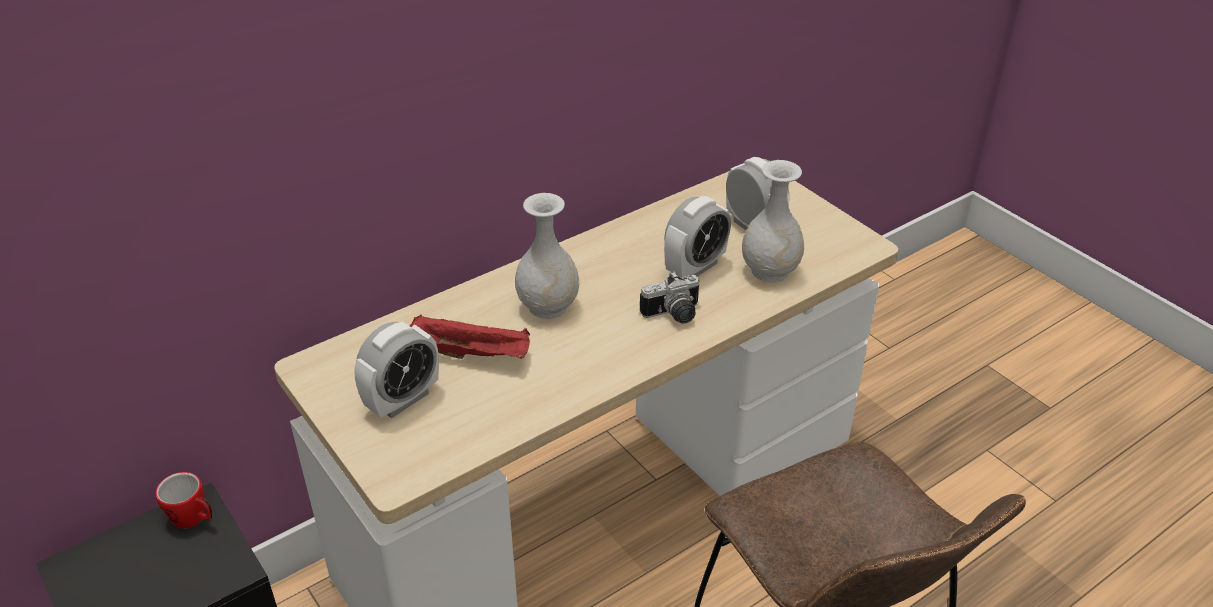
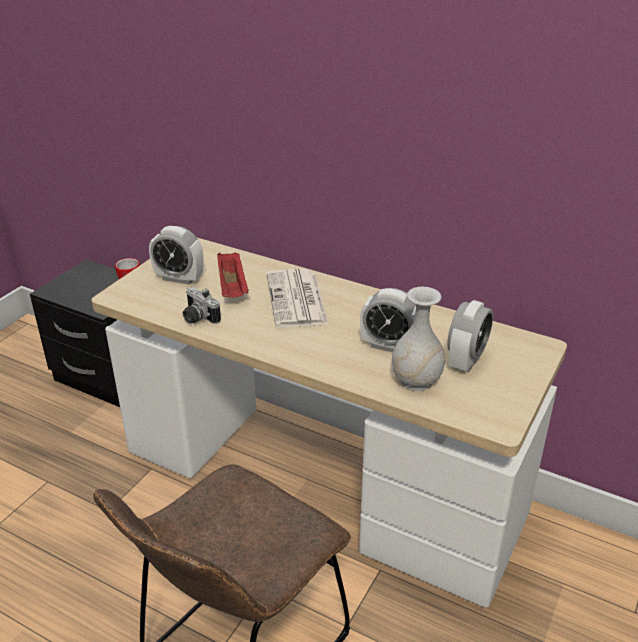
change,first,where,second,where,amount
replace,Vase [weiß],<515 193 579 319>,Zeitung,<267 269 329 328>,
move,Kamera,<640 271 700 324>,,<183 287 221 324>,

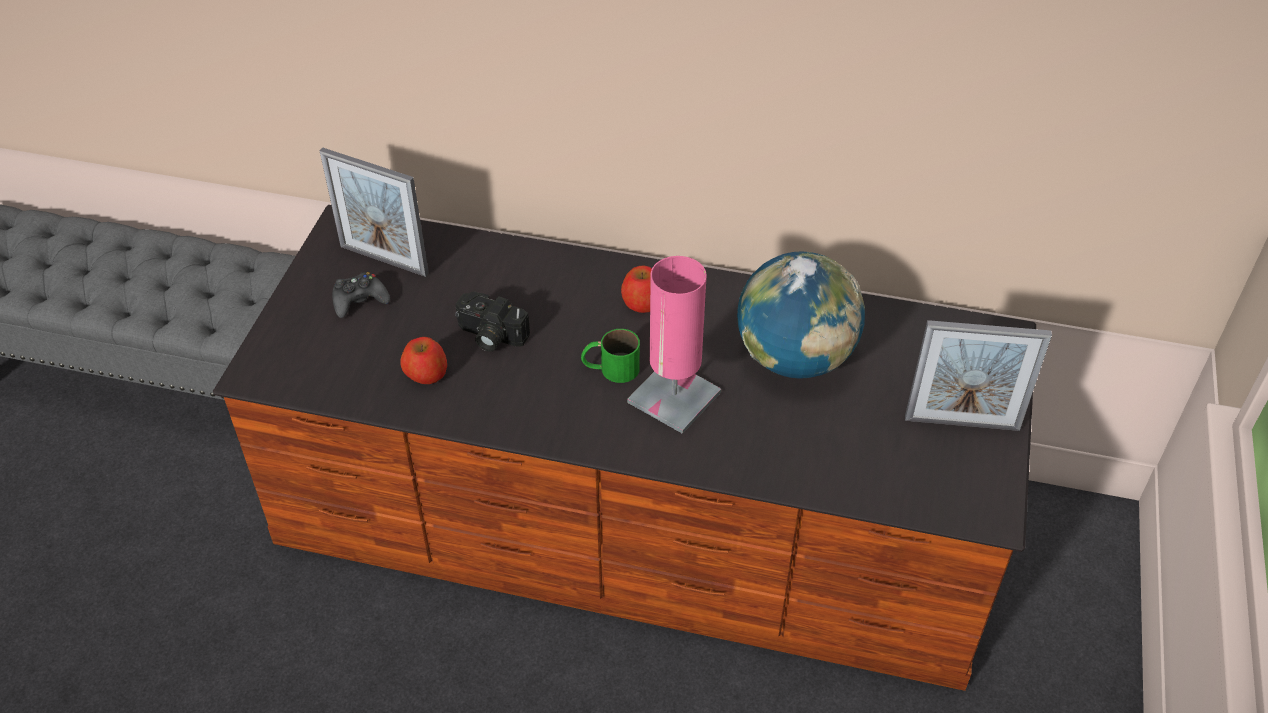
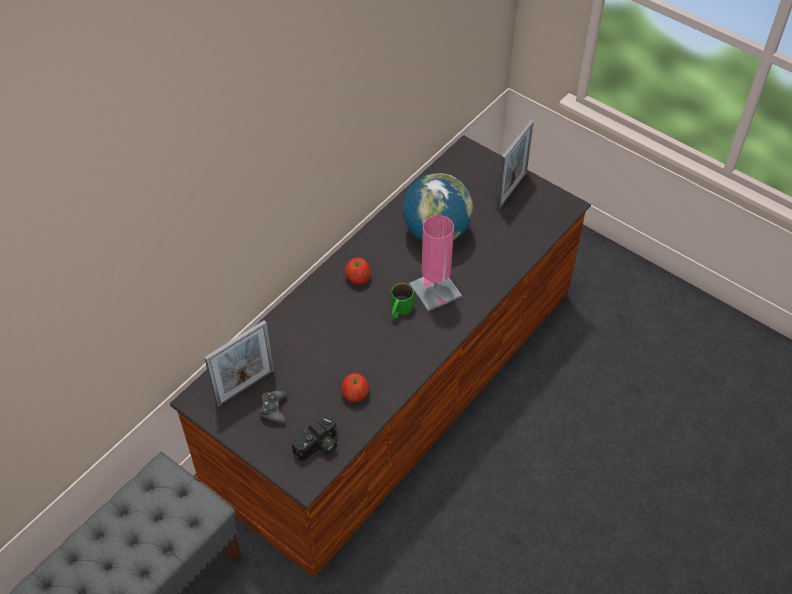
change,first,where,second,where,amount
move,Kamera,<455 291 530 352>,,<292 415 338 461>,

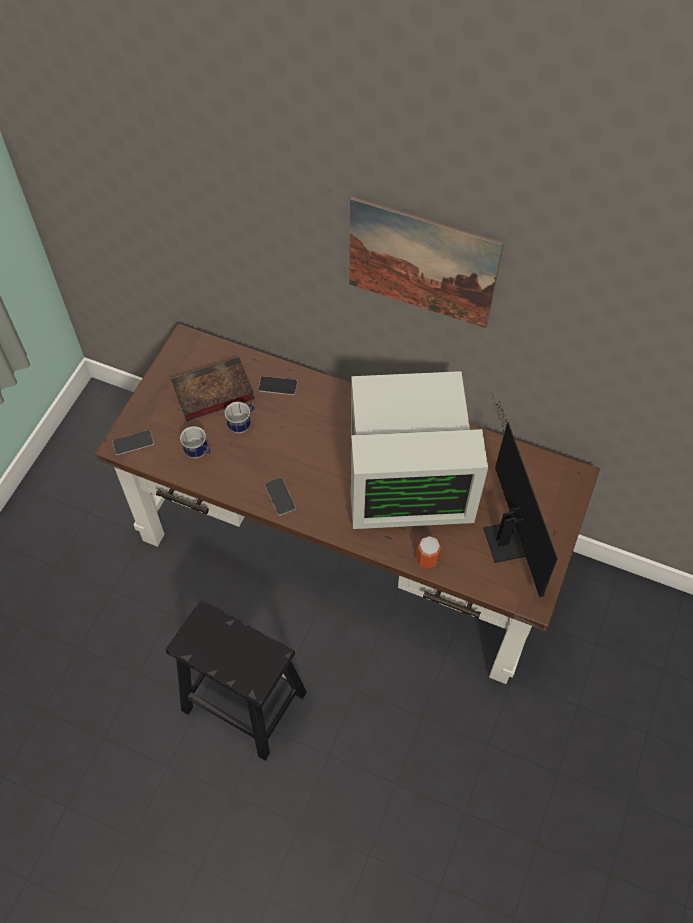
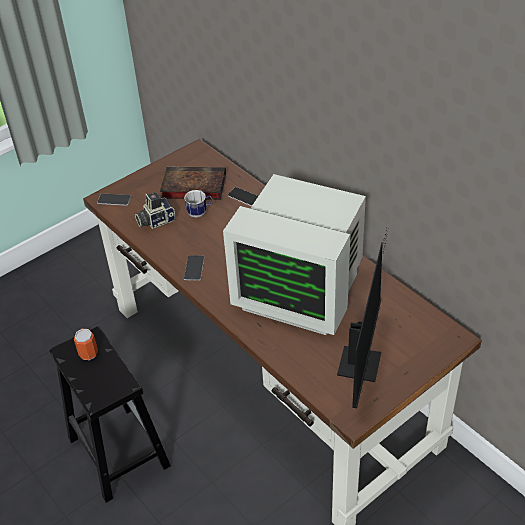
change,first,where,second,where,amount
delete,Bild,<349 196 504 328>,,,
replace,Henkelbecher,<180 426 210 458>,Kamera,<135 192 175 229>,
move,Dose,<416 536 441 569>,,<74 329 98 360>,

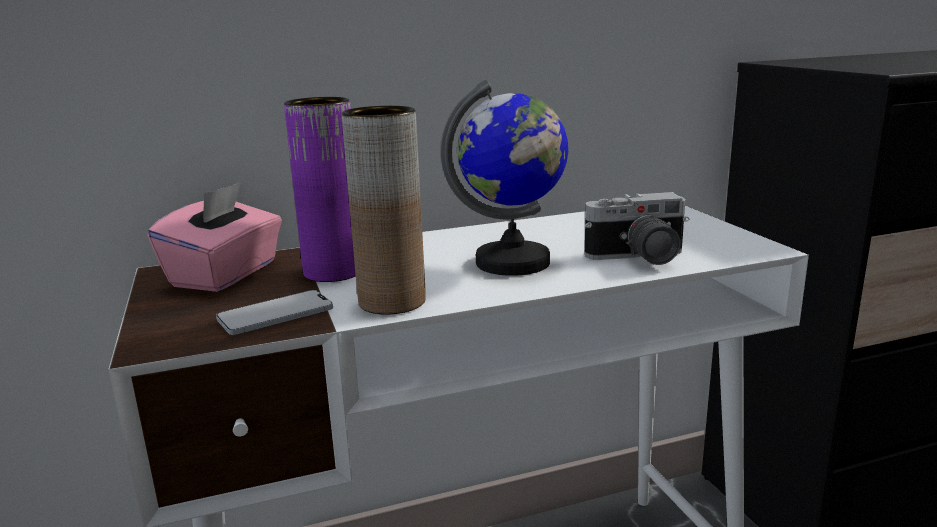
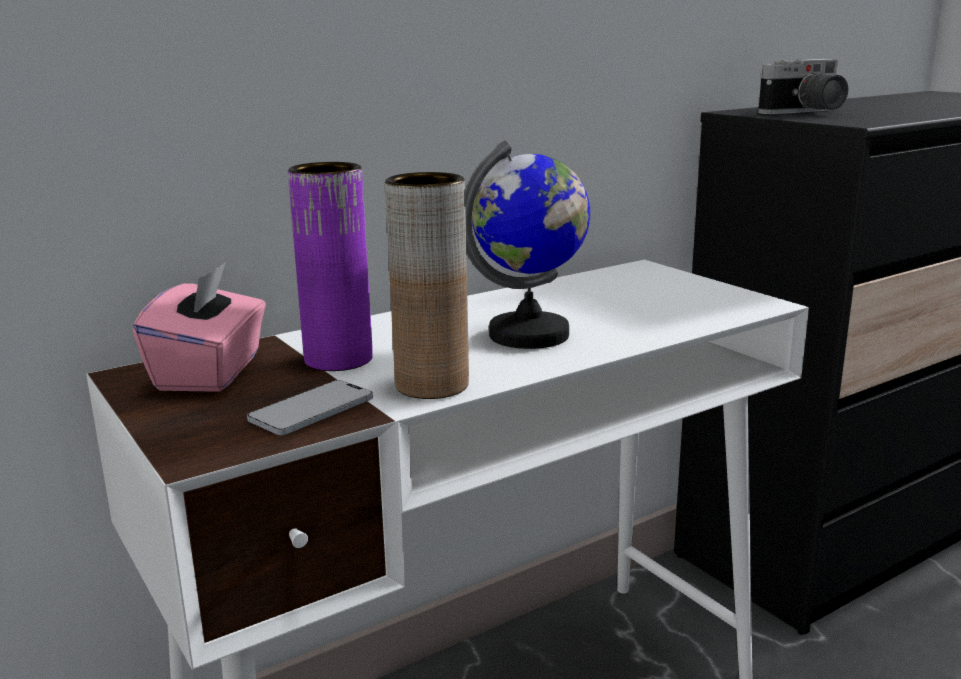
change,first,where,second,where,amount
move,Kamera,<585 192 689 265>,,<758 59 848 114>,

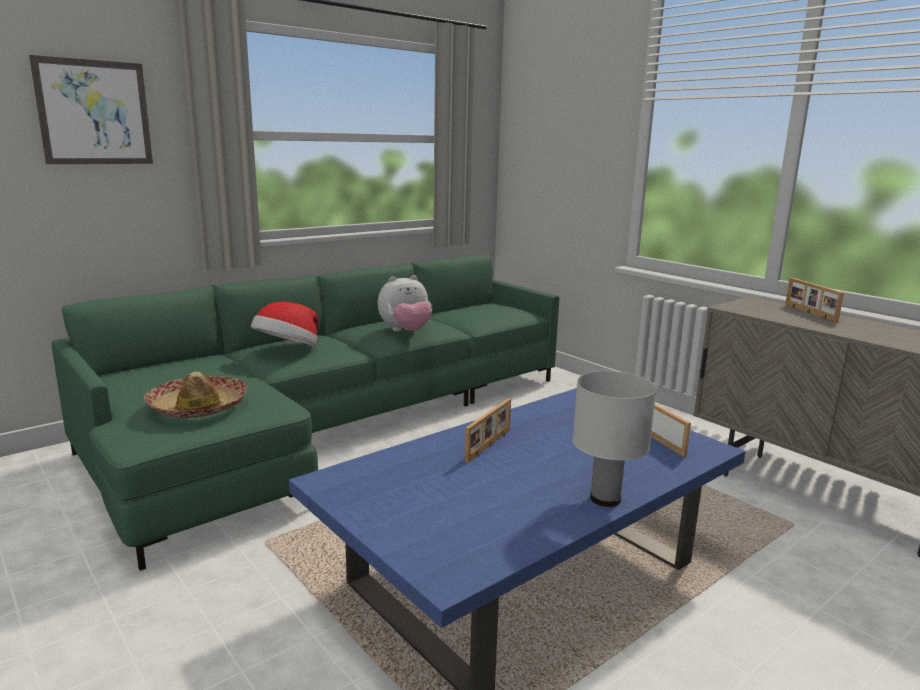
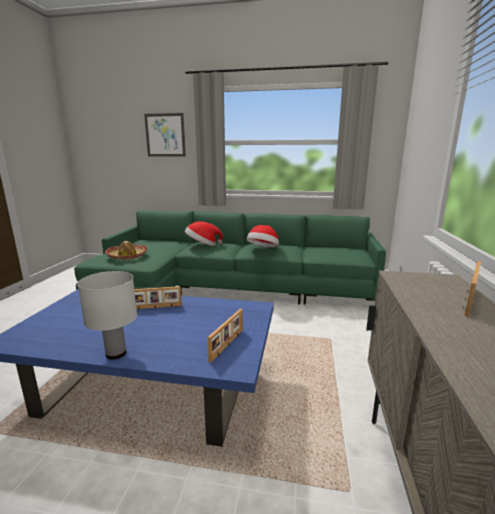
change,first,where,second,where,amount
replace,Plüschtier,<378 275 432 331>,Hut,<247 225 279 247>,

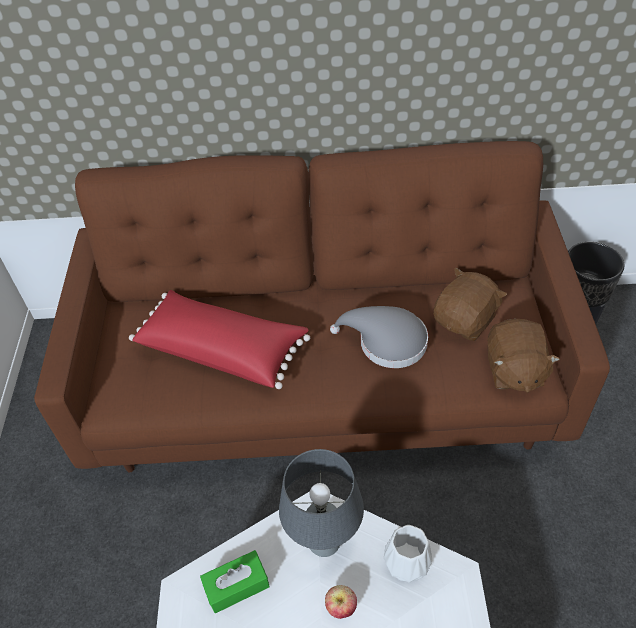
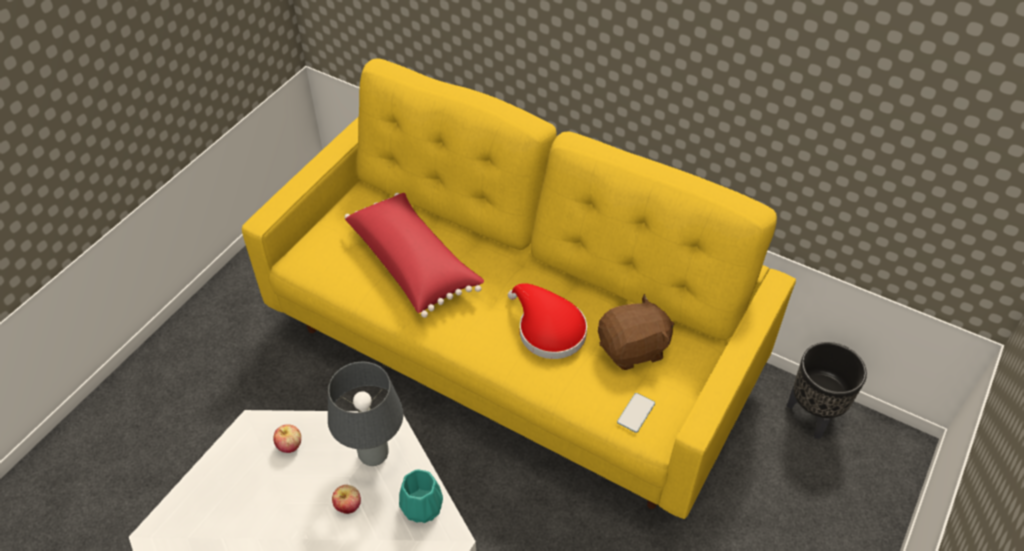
change,first,where,second,where,amount
recolor,Sofa [braun],<34 141 610 472>,Sofa [gelb],<242 58 796 519>,
recolor,Hut [grau],<330 306 428 368>,Hut [rot],<508 283 587 359>,
replace,Plüschtier [braun],<488 319 560 393>,Handy,<617 393 655 433>,
recolor,Vase [weiß],<384 525 432 582>,Vase [türkis],<399 470 443 523>,
replace,Taschentuchbox [grün],<200 550 270 613>,Apfel,<274 424 301 453>,

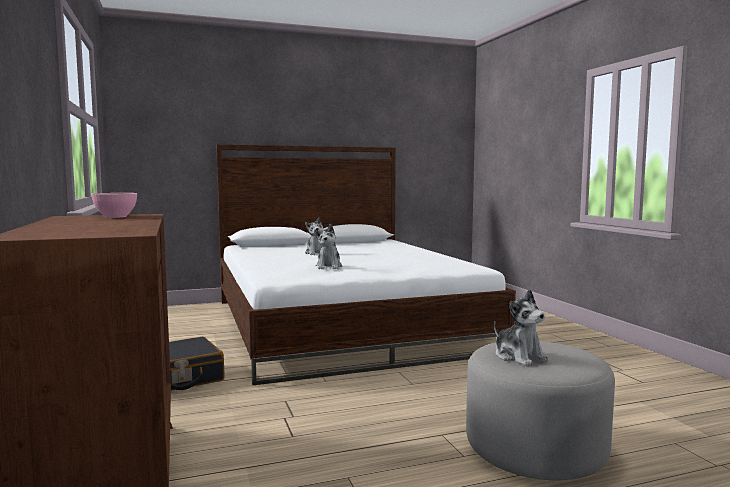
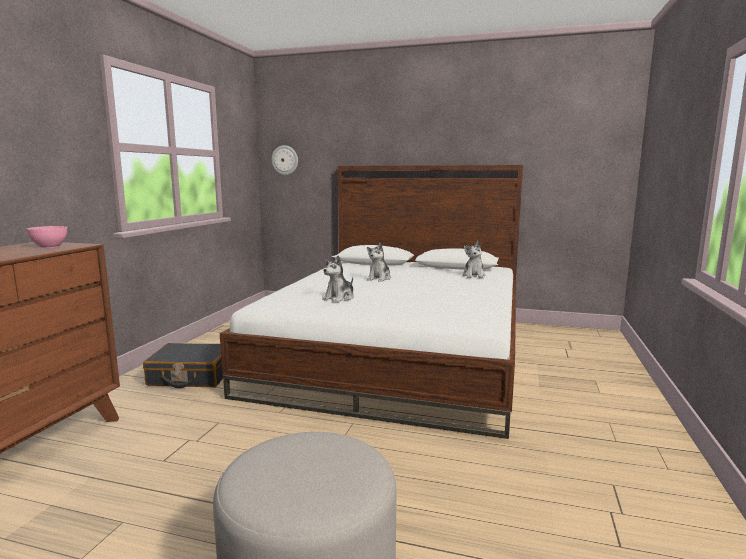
change,first,where,second,where,amount
move,Plüschtier,<494 289 549 366>,,<463 241 485 278>,
insert,,,Wanduhr,<272 145 298 175>,

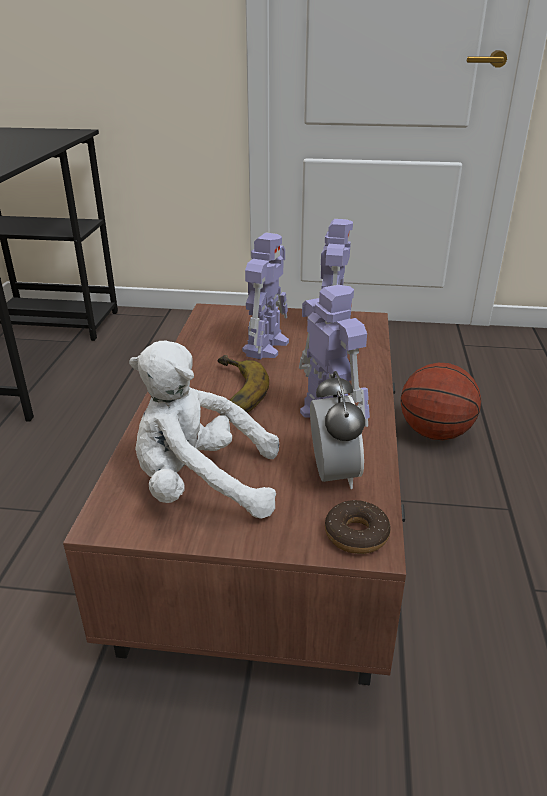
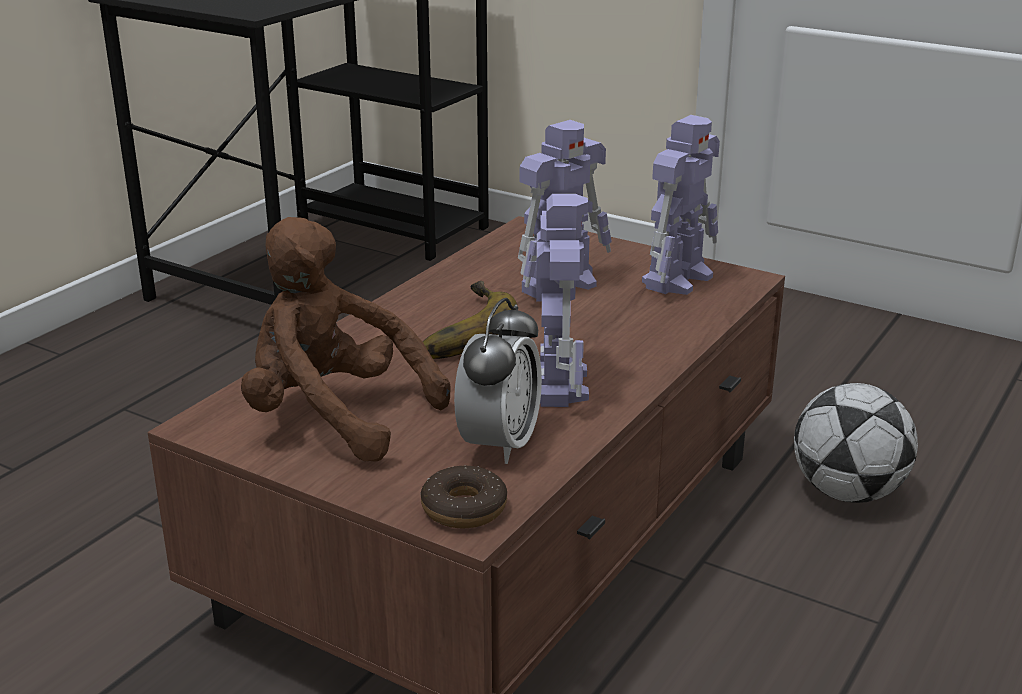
change,first,where,second,where,amount
recolor,Plüschtier [weiß],<129 341 279 519>,Plüschtier [braun],<241 217 451 462>,
replace,Basketball,<401 363 481 440>,Fußball,<794 383 918 503>,

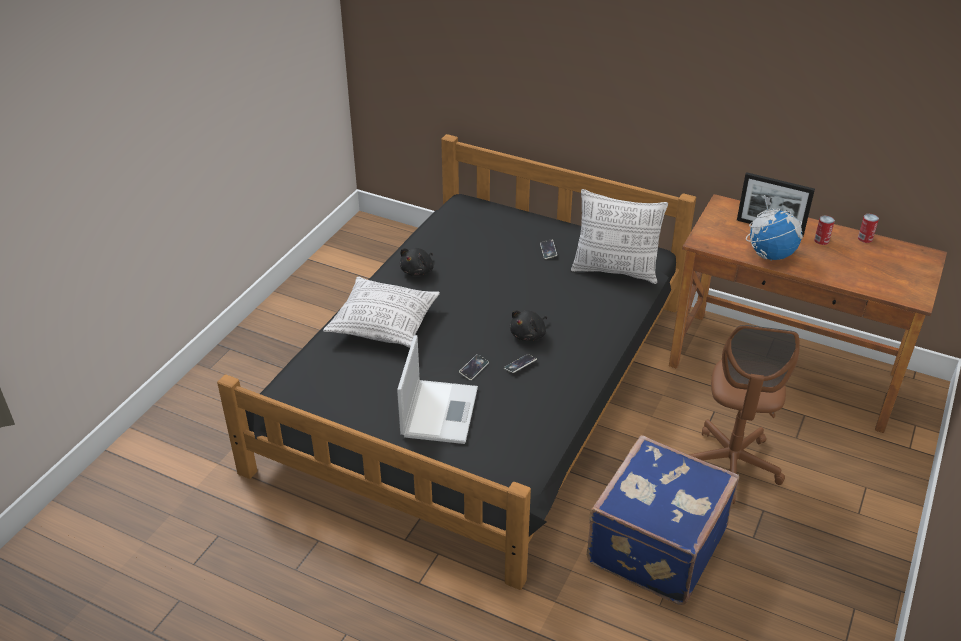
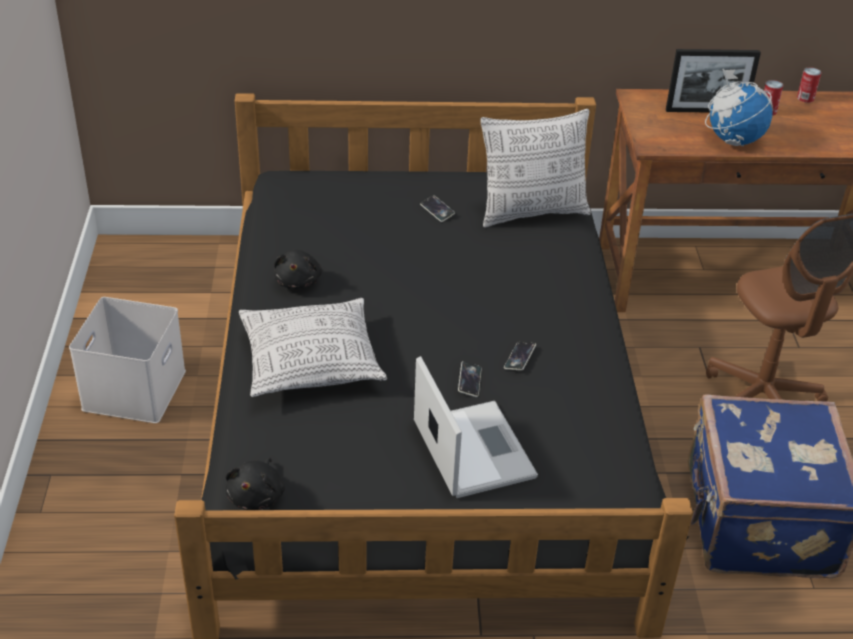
change,first,where,second,where,amount
move,Plüschtier [schwarz],<510 310 547 341>,,<226 458 285 510>,
insert,,,Aufbewahrungsbox [weiß],<69 297 186 423>,

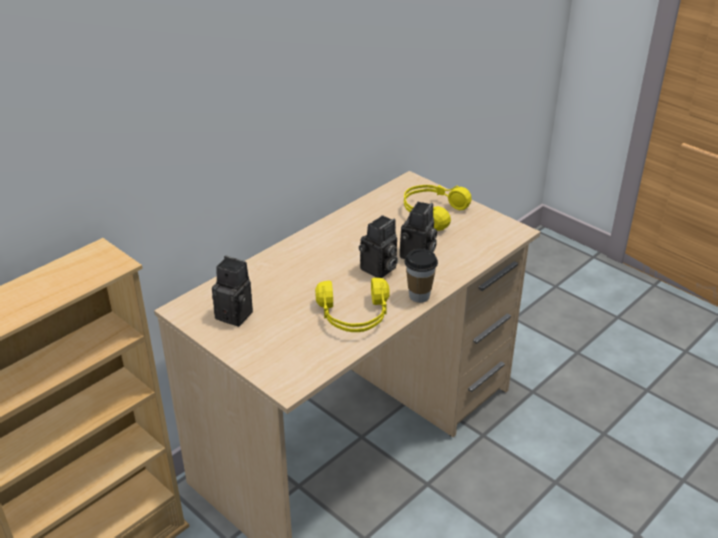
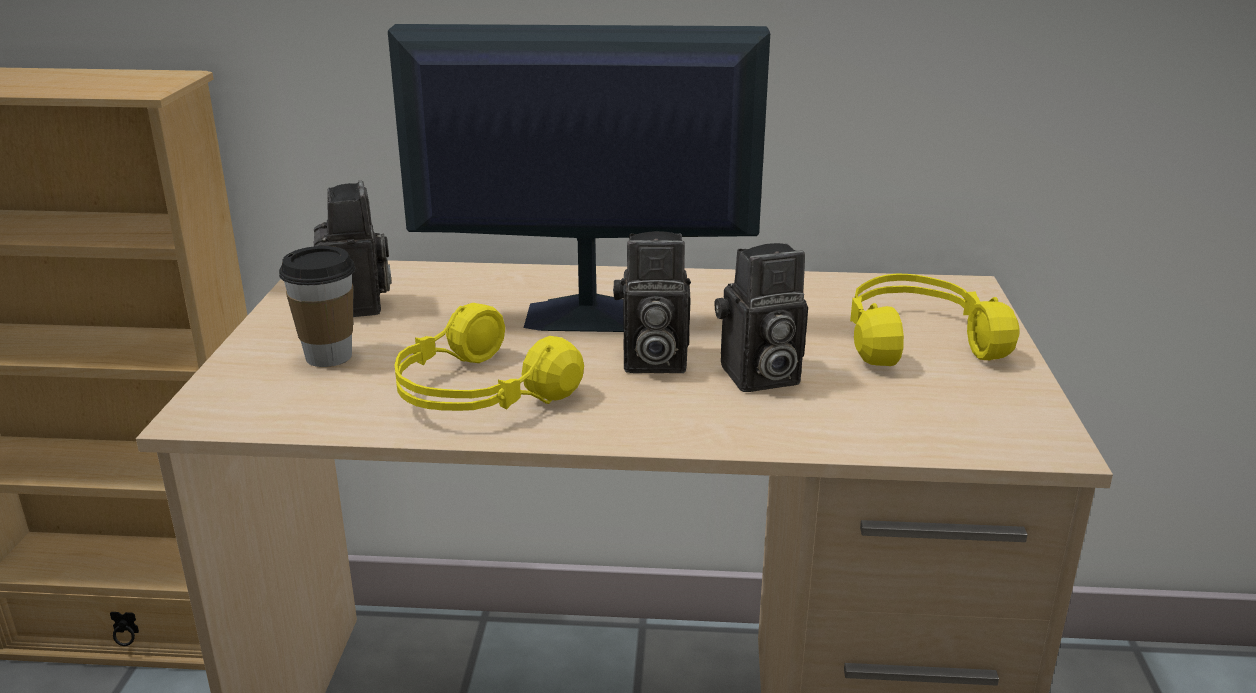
change,first,where,second,where,amount
move,Tasse,<405 249 438 303>,,<279 246 356 367>,
insert,,,Monitor,<388 24 770 332>,

